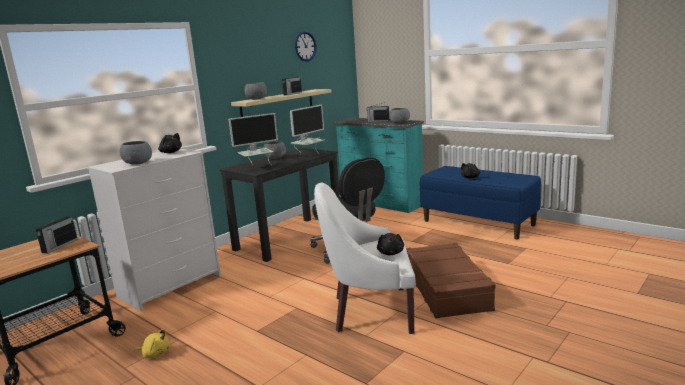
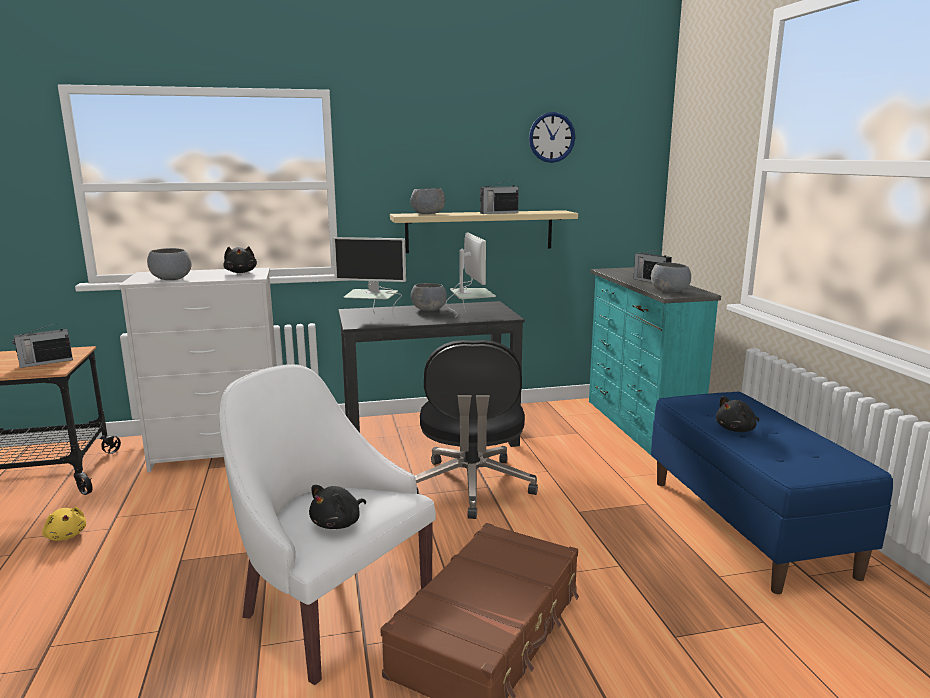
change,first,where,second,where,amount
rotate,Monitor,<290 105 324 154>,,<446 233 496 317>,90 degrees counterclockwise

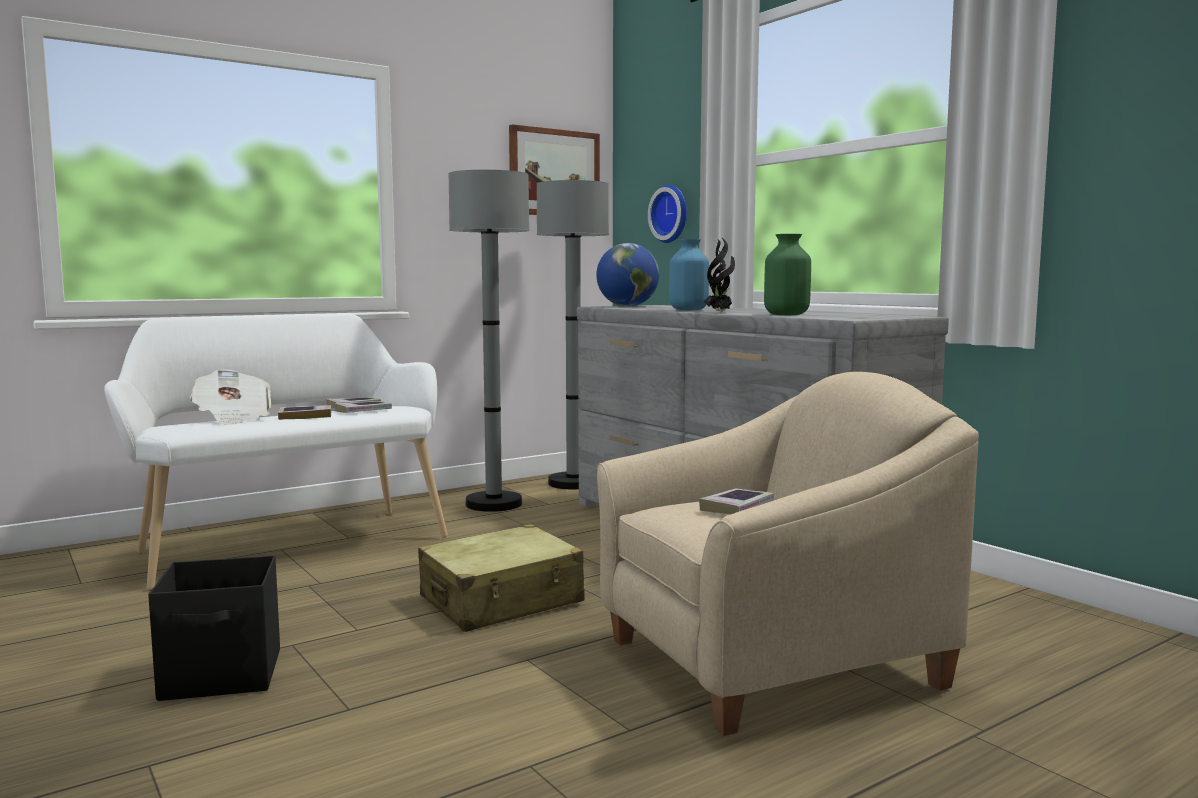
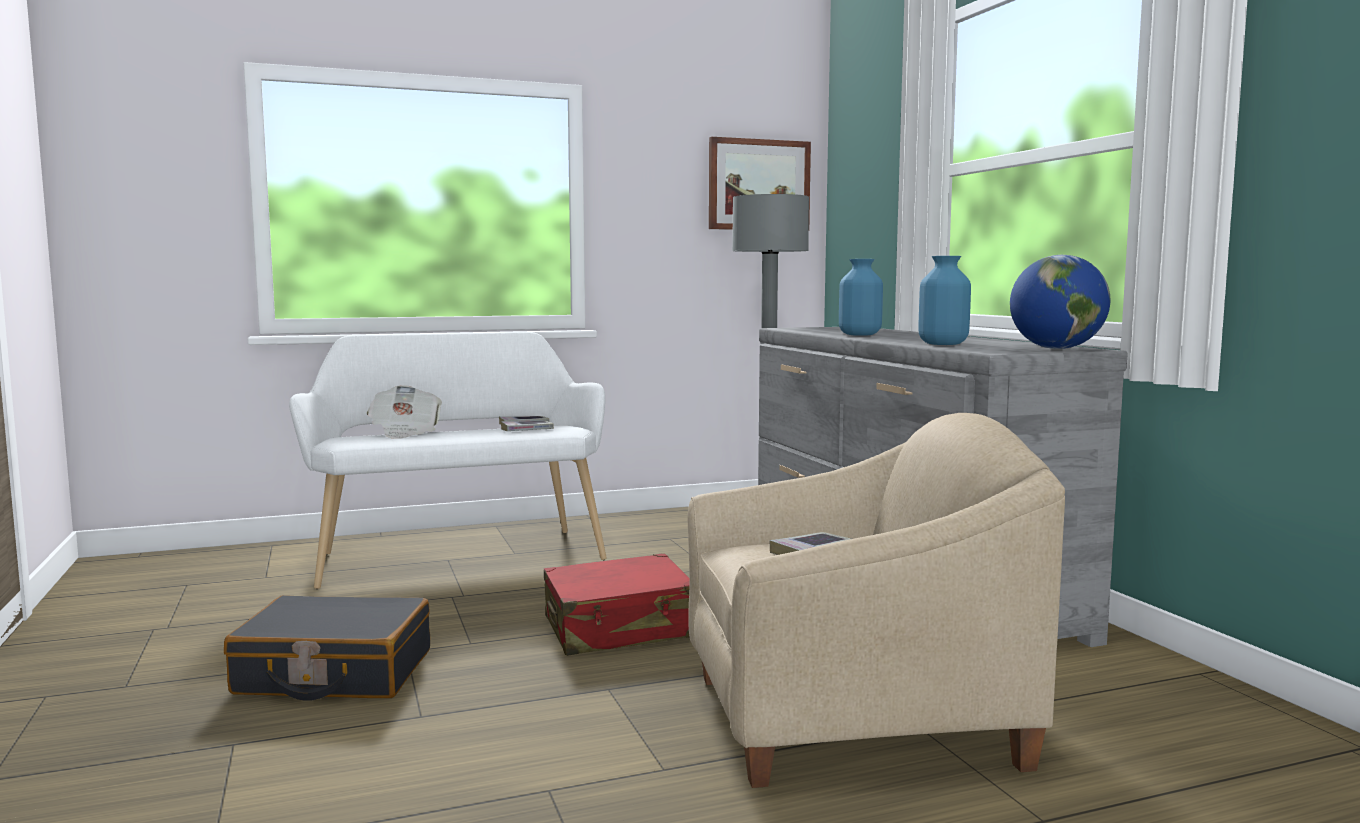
change,first,where,second,where,amount
delete,Stehlampe [grau],<448 170 529 512>,,,
delete,Wanduhr,<648 185 687 243>,,,
recolor,Vase [grün],<764 234 811 315>,Vase [blau],<919 256 971 345>,
delete,Topfpflanze,<704 238 735 312>,,,
move,Globus,<596 243 659 307>,,<1010 255 1110 349>,
delete,Buch,<278 405 331 420>,,,
recolor,Koffer [beige],<418 524 585 632>,Koffer [rot],<544 553 690 656>,
replace,Aufbewahrungsbox [schwarz],<148 555 280 701>,Koffer [schwarz],<224 595 430 701>,

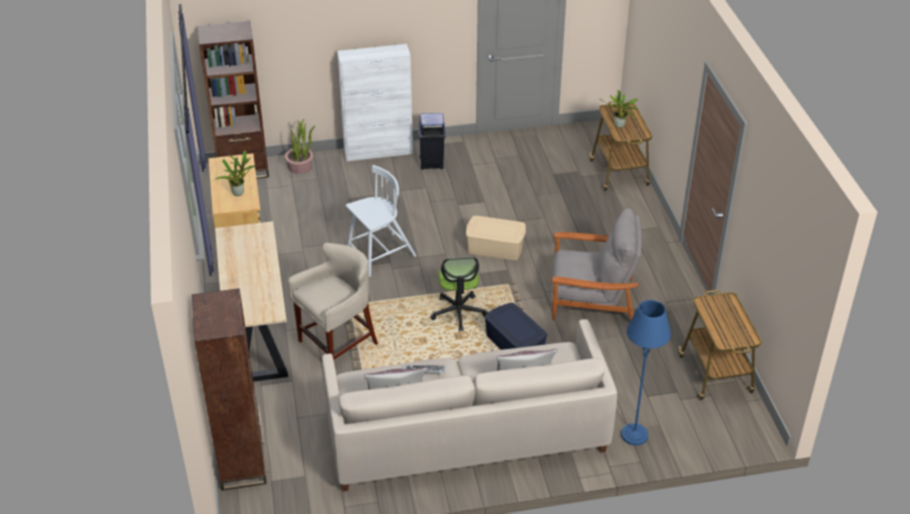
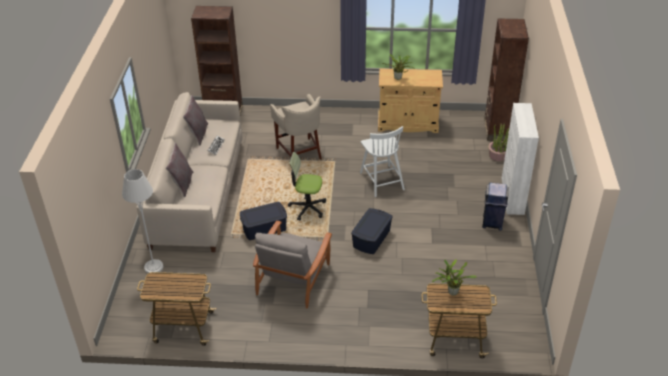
change,first,where,second,where,amount
recolor,Aufbewahrungsbox [beige],<466 216 526 261>,Aufbewahrungsbox [blau],<351 208 393 254>,
delete,Schreibtisch [beige],<215 221 288 382>,,,
recolor,Stehlampe [blau],<621 300 671 445>,Stehlampe [grau],<122 169 163 273>,

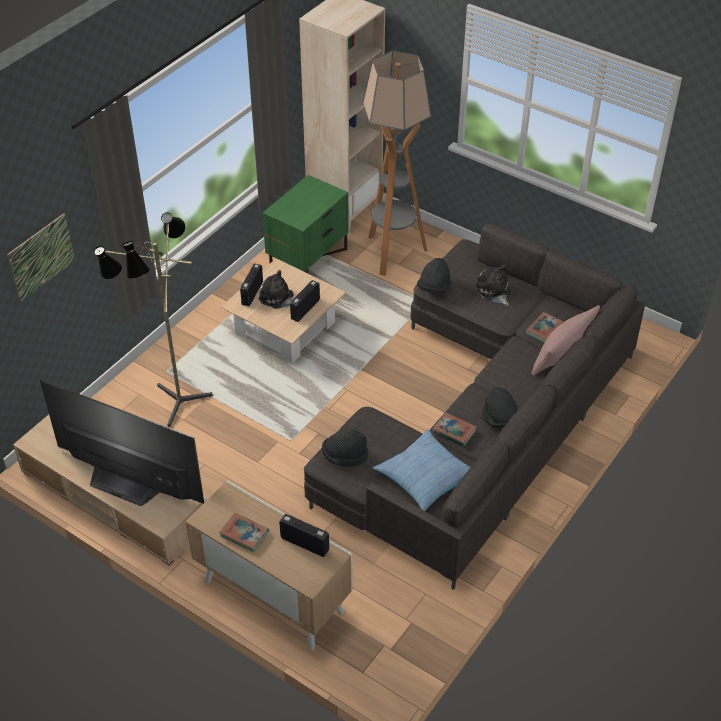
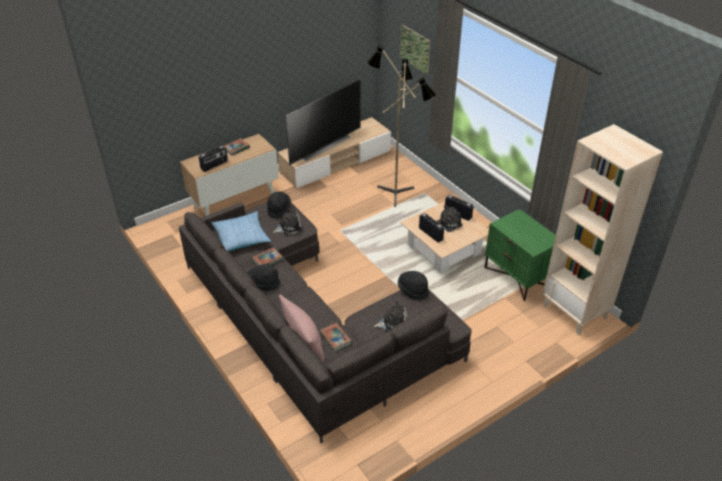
change,first,where,second,where,amount
delete,Stehlampe,<363 51 431 276>,,,
insert,,,Plüschtier,<273 207 303 235>,

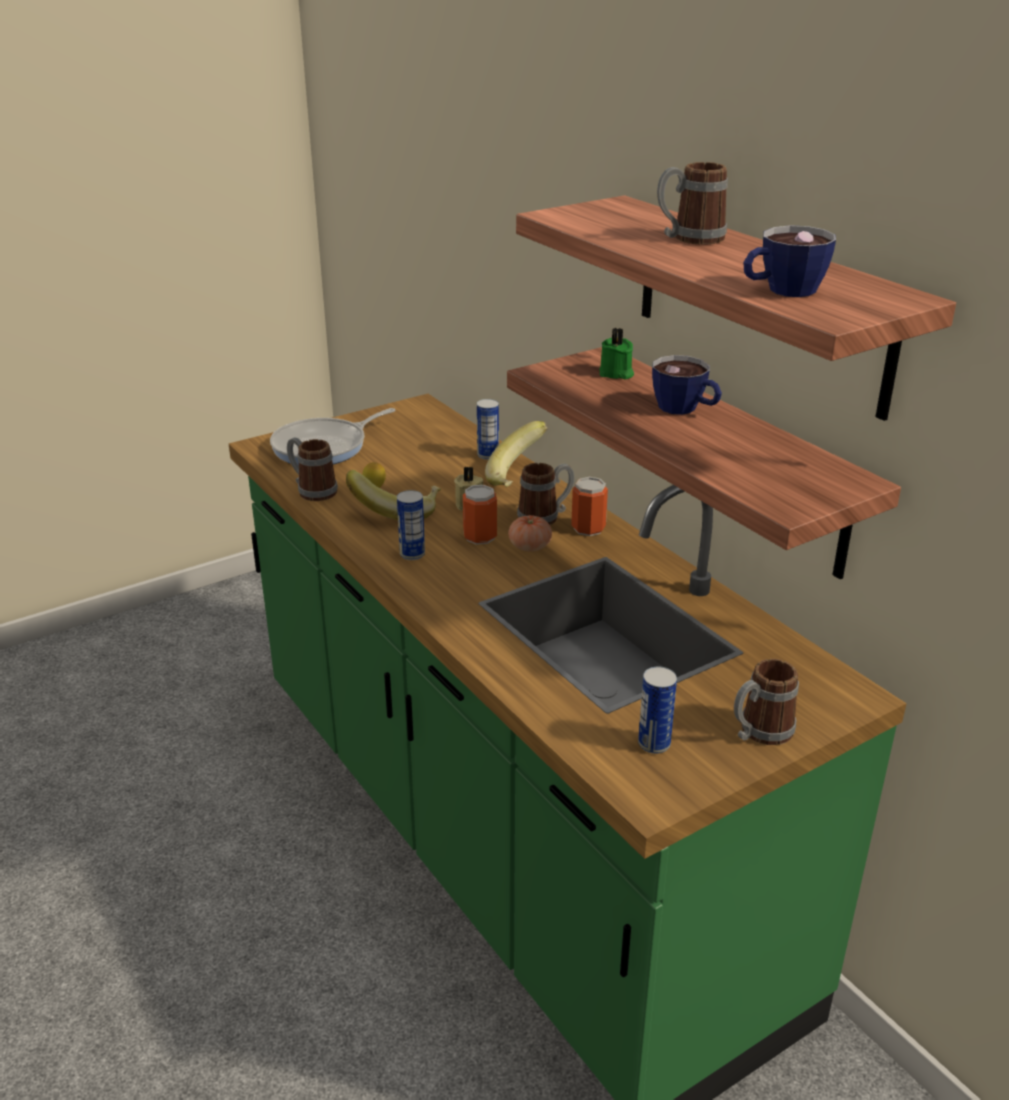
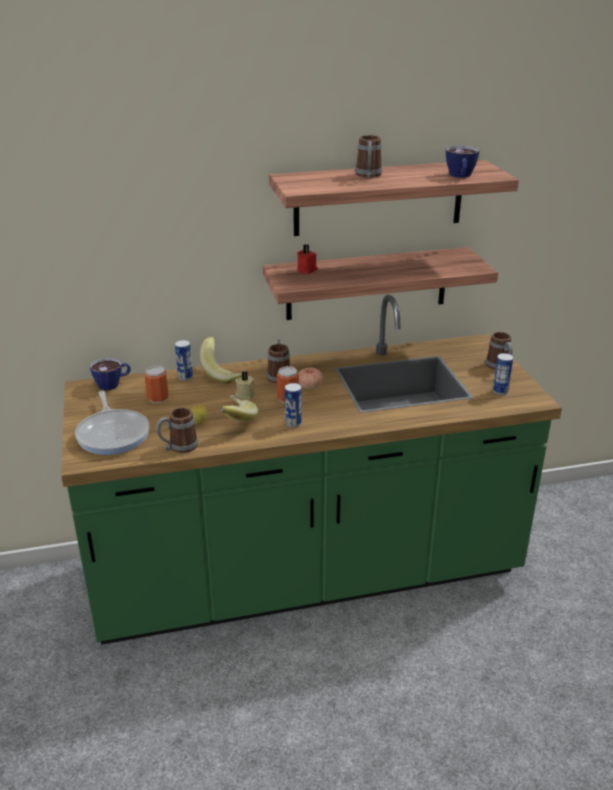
change,first,where,second,where,amount
recolor,Kerze [grün],<599 328 634 379>,Kerze [rot],<297 244 318 274>,
move,Tasse,<652 355 722 415>,,<90 358 131 390>,
move,Dose,<571 477 608 536>,,<145 366 168 403>,

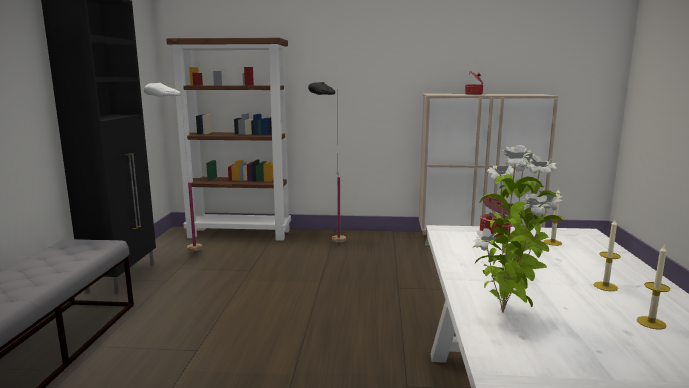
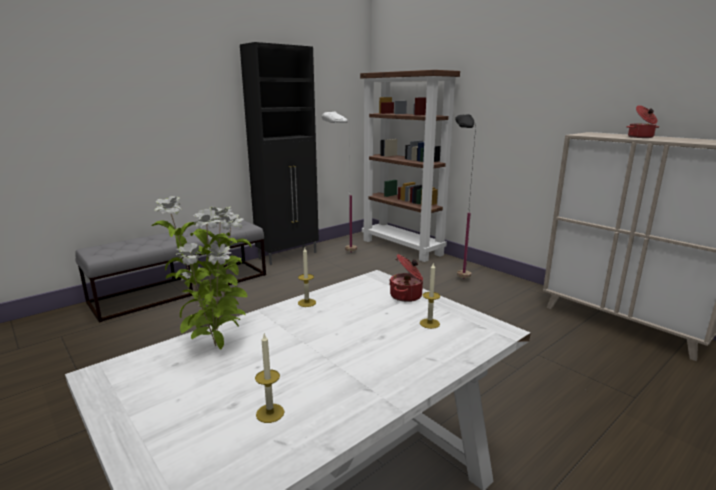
change,first,where,second,where,amount
move,Kerze,<593 220 621 291>,,<298 247 316 307>,

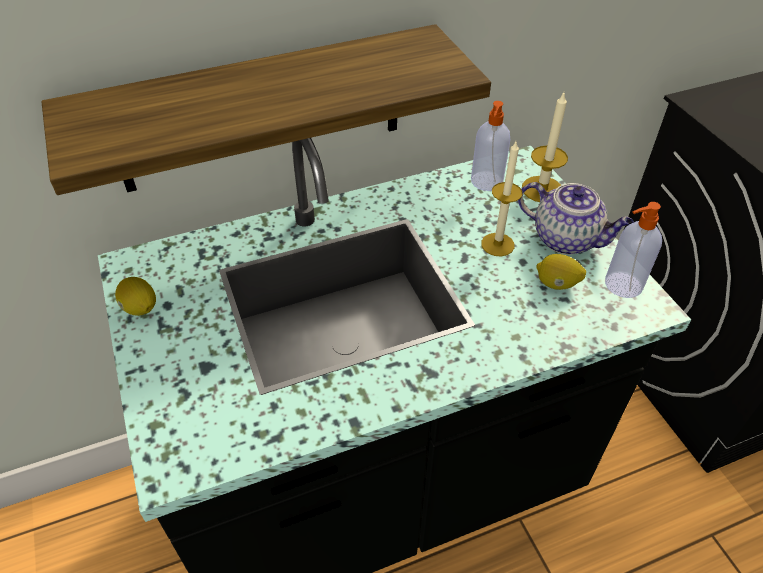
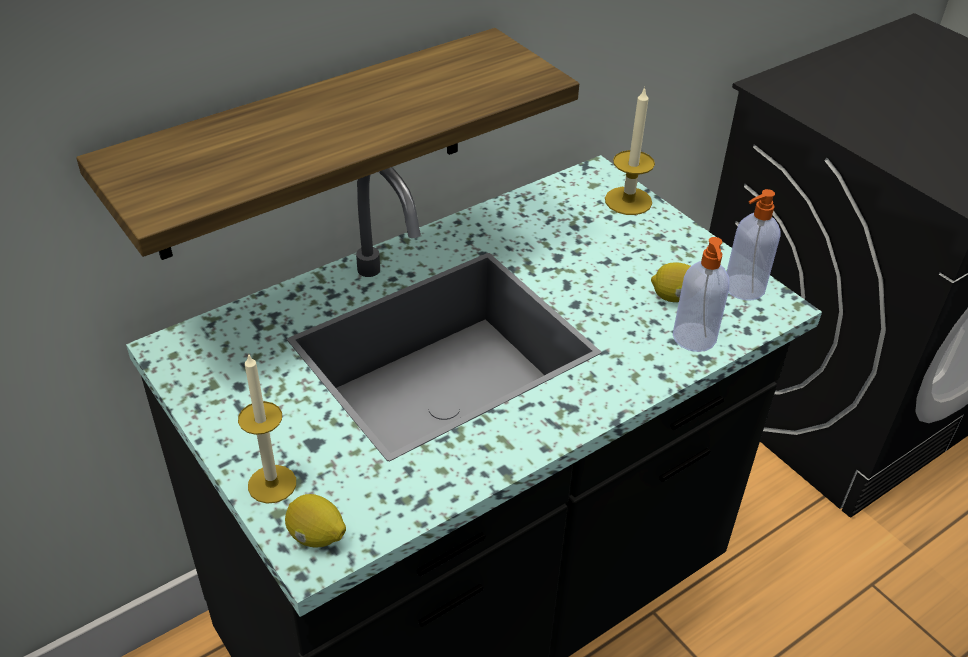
change,first,where,second,where,amount
move,Seifenspender,<471 101 510 191>,,<673 237 730 352>,
move,Kerze,<481 142 522 256>,,<238 353 296 504>,
delete,Teekanne,<518 182 634 255>,,,
move,Zitrone,<115 277 156 316>,,<285 494 346 548>,

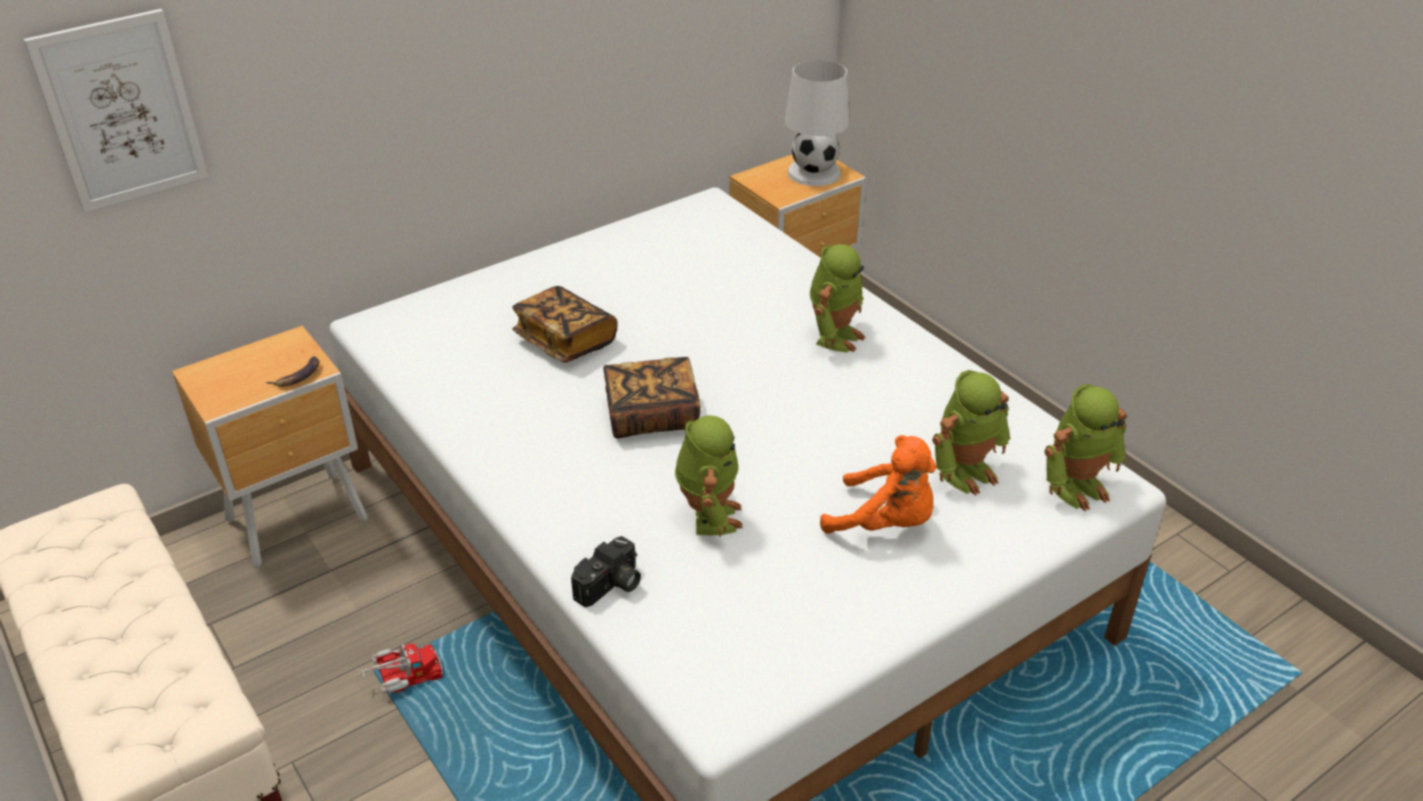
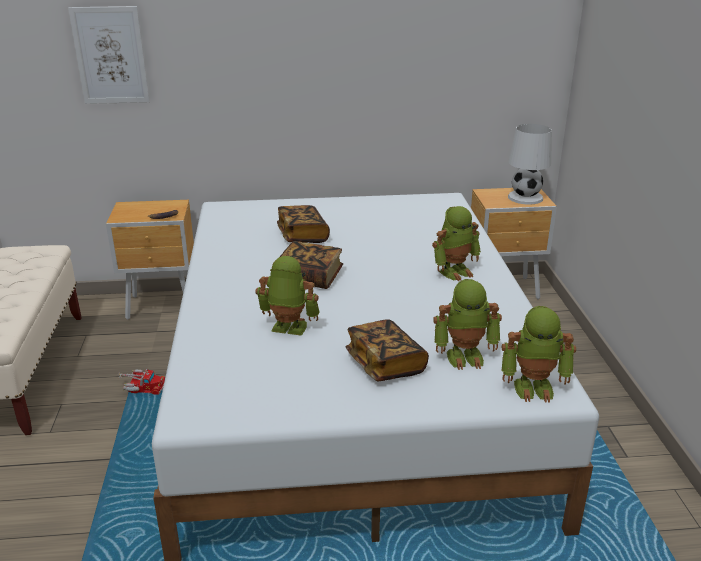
change,first,where,second,where,amount
rotate,Spielzeugroboter,<675 415 743 537>,,<255 256 320 336>,105 degrees counterclockwise
replace,Plüschtier [orange],<820 435 937 533>,Buch,<346 319 429 381>,
delete,Kamera,<571 536 641 607>,,,

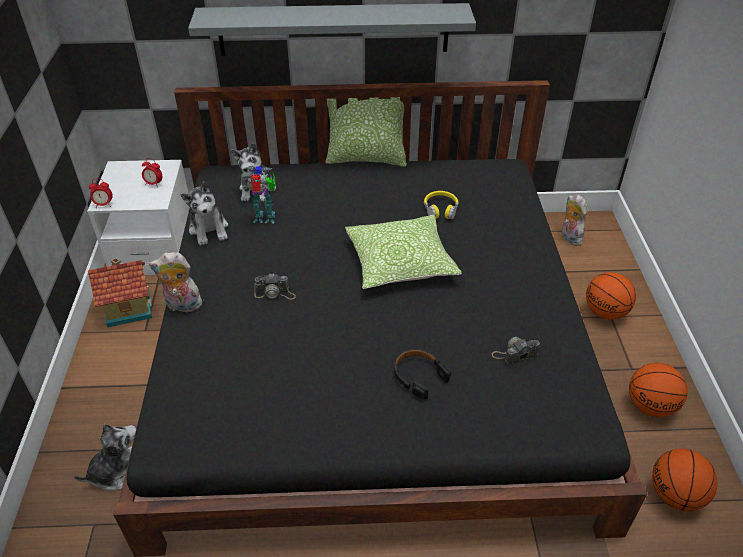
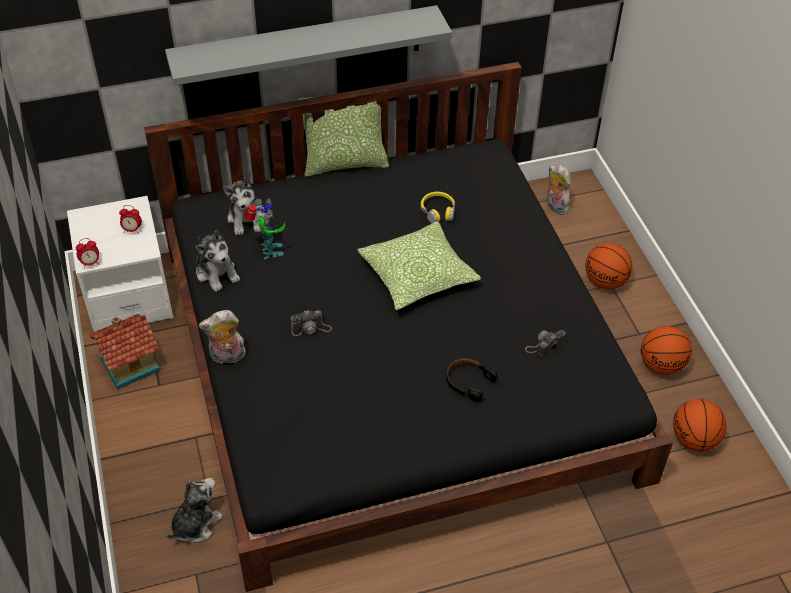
change,first,where,second,where,amount
rotate,Spielzeugroboter,<241 165 276 224>,,<244 198 285 259>,90 degrees clockwise

